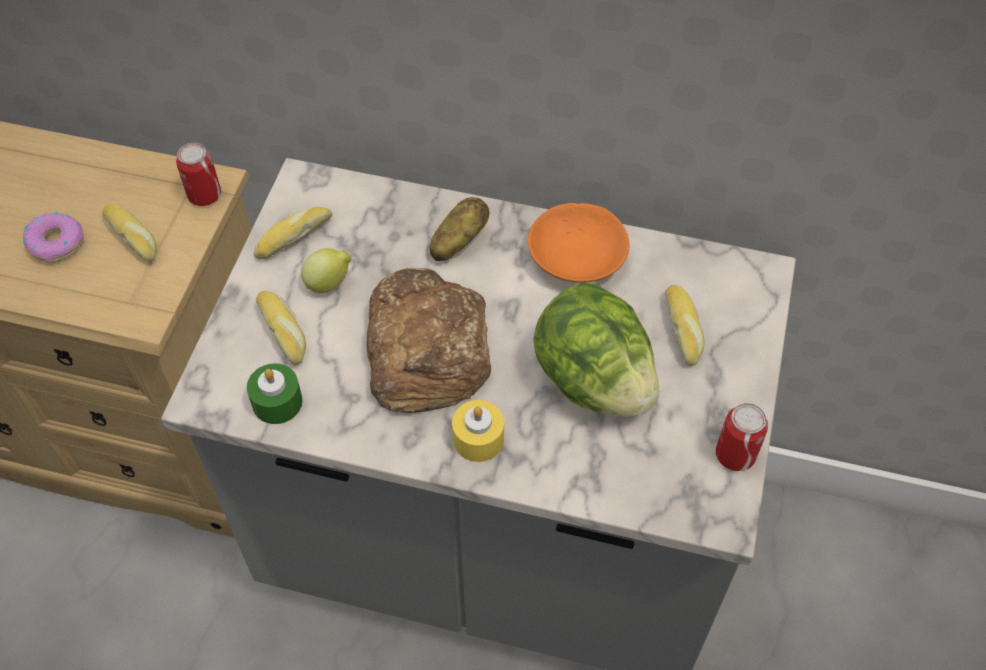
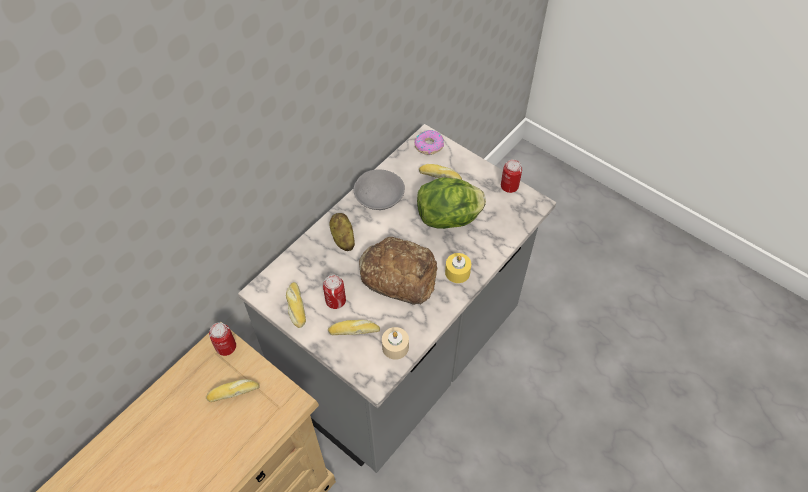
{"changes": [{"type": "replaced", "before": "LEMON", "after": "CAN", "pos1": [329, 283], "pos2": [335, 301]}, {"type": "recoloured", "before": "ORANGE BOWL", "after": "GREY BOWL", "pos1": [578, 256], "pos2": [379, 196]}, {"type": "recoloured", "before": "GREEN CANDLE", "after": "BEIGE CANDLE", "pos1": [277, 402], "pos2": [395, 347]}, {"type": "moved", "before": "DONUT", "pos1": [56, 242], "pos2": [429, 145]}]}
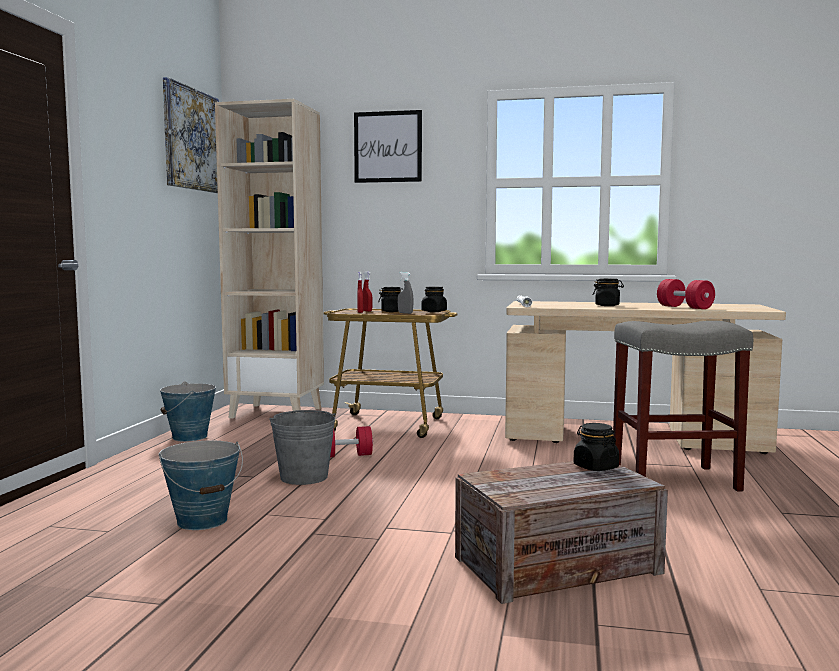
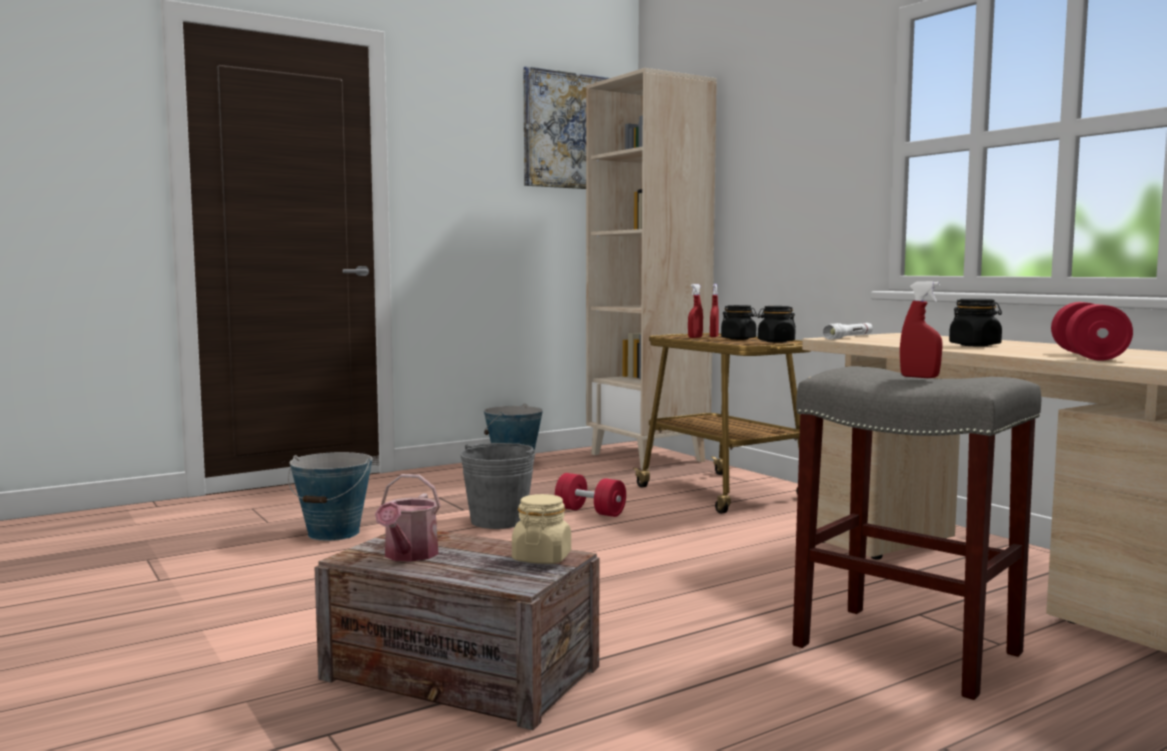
{"changes": [{"type": "added", "after": "WATERING CAN", "pos2": [408, 555]}, {"type": "recoloured", "before": "BLACK JAR", "after": "BEIGE JAR", "pos1": [595, 467], "pos2": [541, 558]}, {"type": "added", "after": "RED SPRAY BOTTLE", "pos2": [919, 377]}, {"type": "removed", "before": "PICTURE", "pos1": [388, 147]}, {"type": "removed", "before": "GREY SPRAY BOTTLE", "pos1": [405, 313]}]}
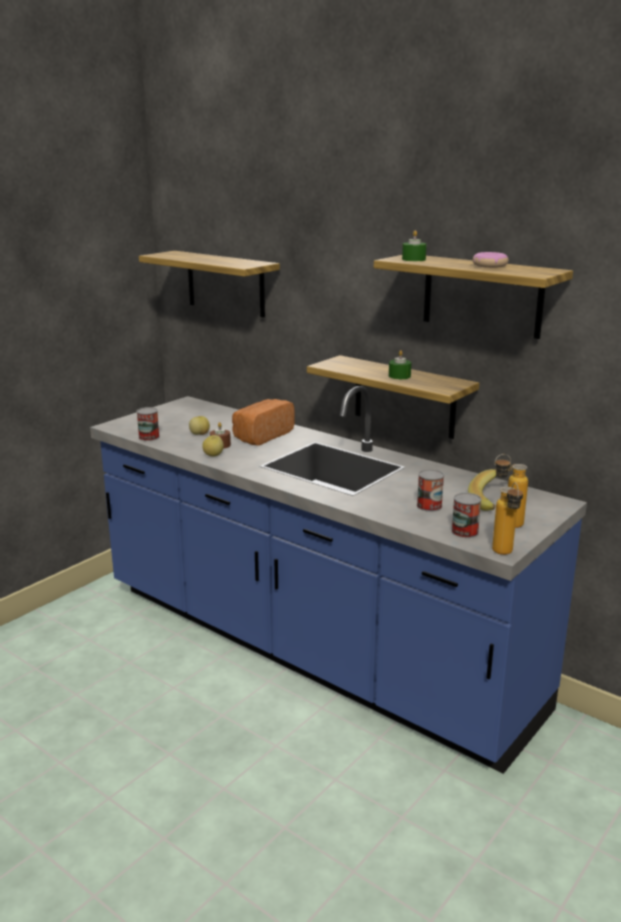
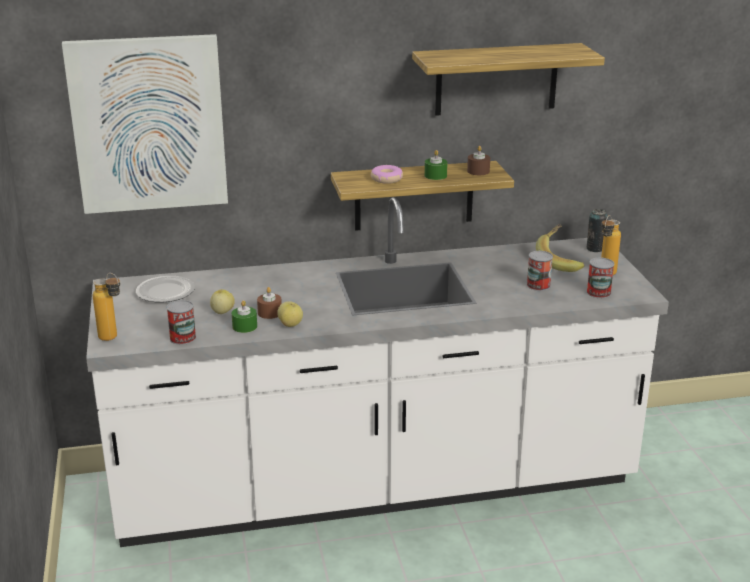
{"changes": [{"type": "replaced", "before": "SHELF", "after": "PICTURE", "pos1": [225, 283], "pos2": [148, 124]}, {"type": "recoloured", "before": "BLUE COUNTER", "after": "WHITE COUNTER", "pos1": [310, 649], "pos2": [375, 487]}, {"type": "moved", "before": "BOTTLE", "pos1": [505, 554], "pos2": [113, 339]}, {"type": "added", "after": "PLATE", "pos2": [165, 292]}, {"type": "moved", "before": "GREEN CANDLE", "pos1": [413, 259], "pos2": [244, 326]}, {"type": "moved", "before": "DONUT", "pos1": [489, 265], "pos2": [386, 179]}, {"type": "added", "after": "BROWN CANDLE", "pos2": [478, 171]}, {"type": "added", "after": "CAN", "pos2": [595, 248]}, {"type": "removed", "before": "BREAD", "pos1": [261, 436]}]}
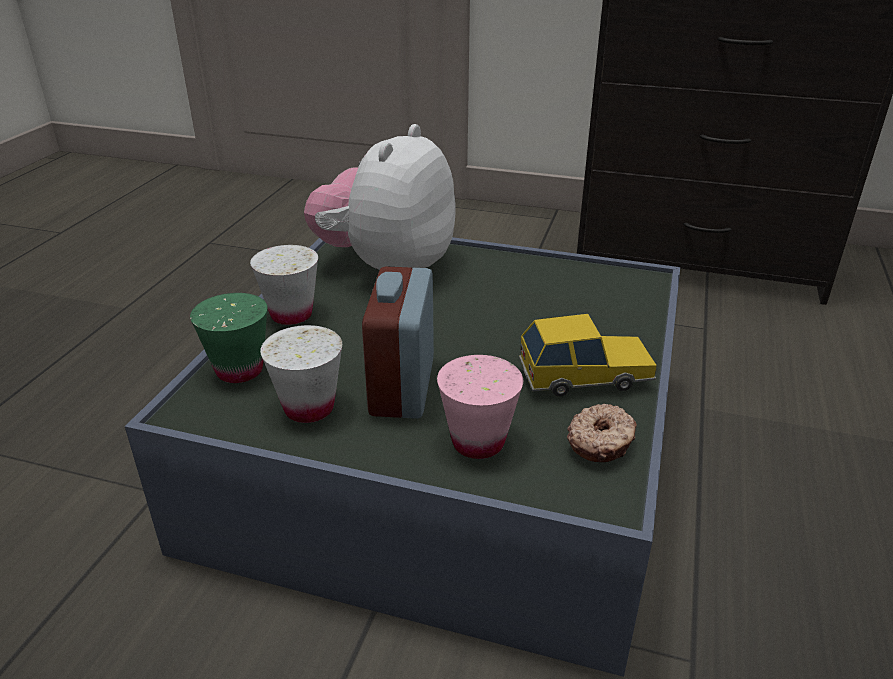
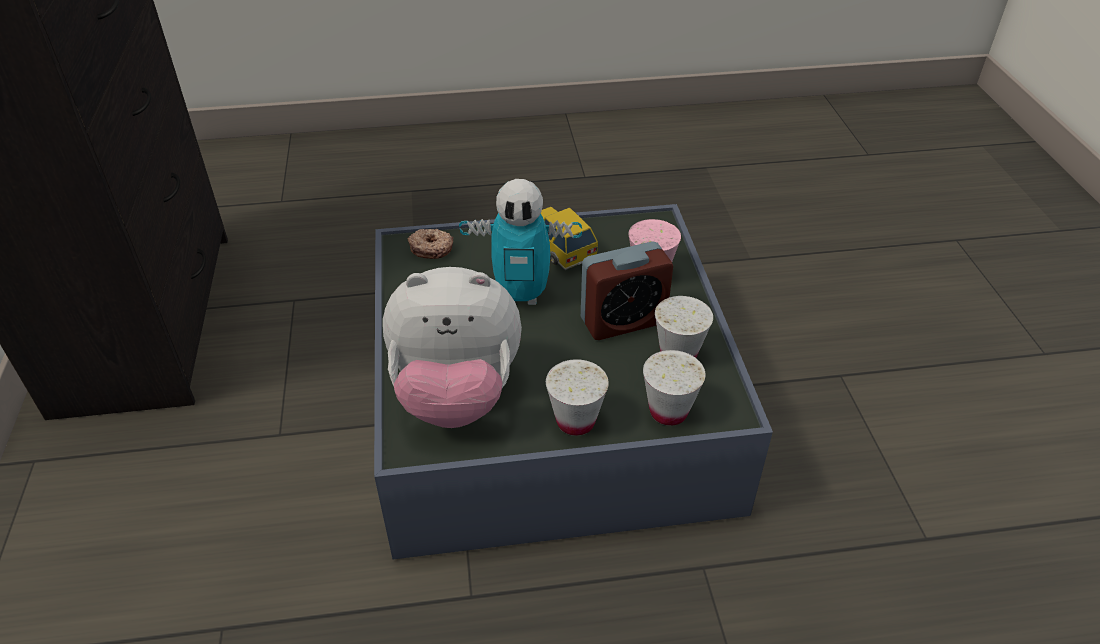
{"changes": [{"type": "moved", "before": "DONUT", "pos1": [601, 442], "pos2": [431, 248]}, {"type": "added", "after": "TOY ROBOT", "pos2": [522, 295]}, {"type": "recoloured", "before": "GREEN CUP", "after": "WHITE CUP", "pos1": [239, 370], "pos2": [668, 411]}]}
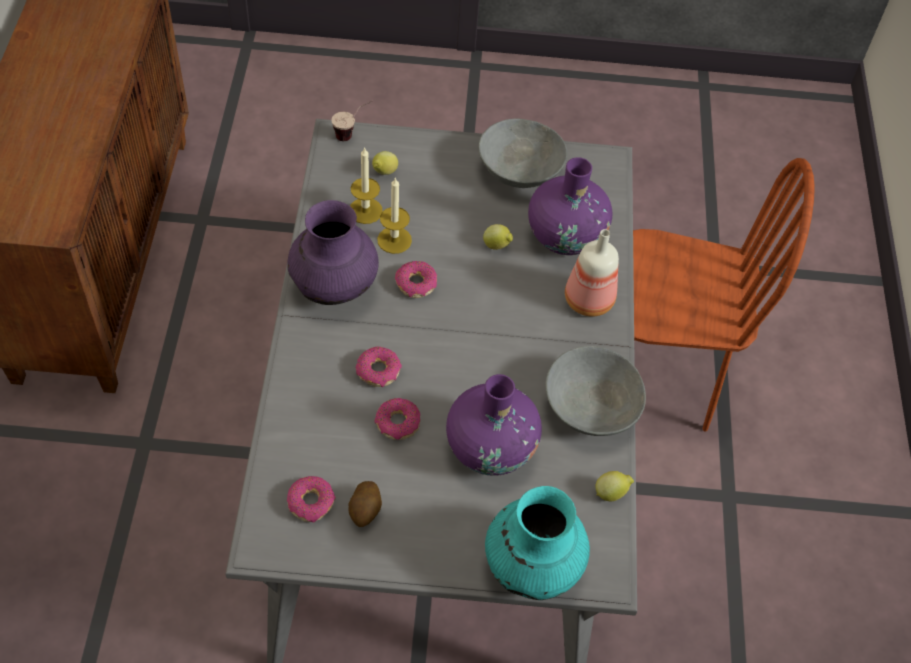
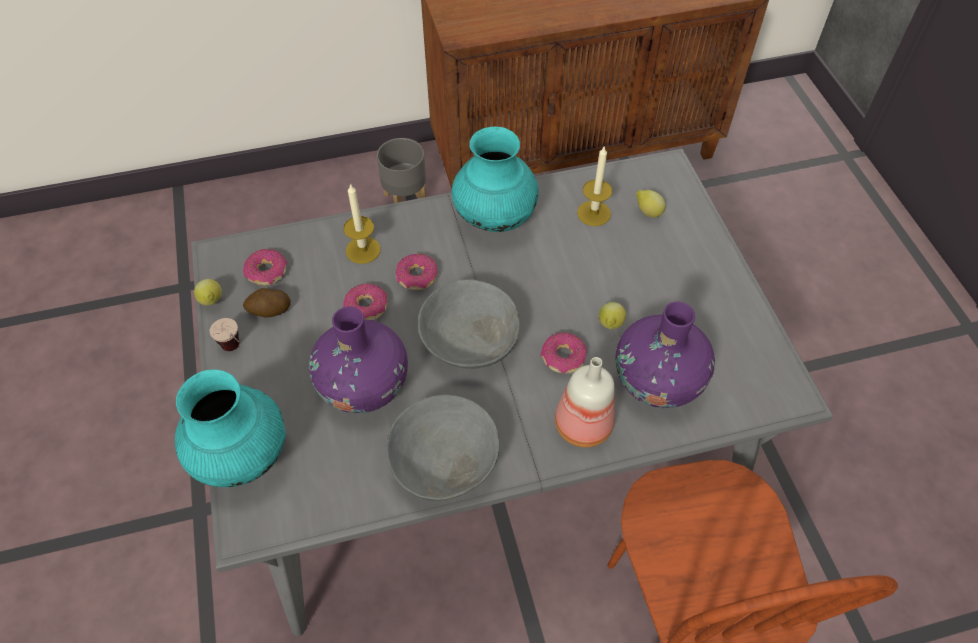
{"changes": [{"type": "moved", "before": "LEMON", "pos1": [611, 493], "pos2": [212, 302]}, {"type": "moved", "before": "CUP", "pos1": [352, 133], "pos2": [236, 351]}, {"type": "moved", "before": "CANDLE", "pos1": [394, 240], "pos2": [363, 250]}, {"type": "added", "after": "GREY PLANTER", "pos2": [406, 199]}, {"type": "moved", "before": "GREY BOWL", "pos1": [519, 171], "pos2": [468, 341]}, {"type": "recoloured", "before": "PURPLE VASE", "after": "TURQUOISE VASE", "pos1": [334, 287], "pos2": [495, 218]}, {"type": "moved", "before": "DONUT", "pos1": [416, 284], "pos2": [563, 357]}]}
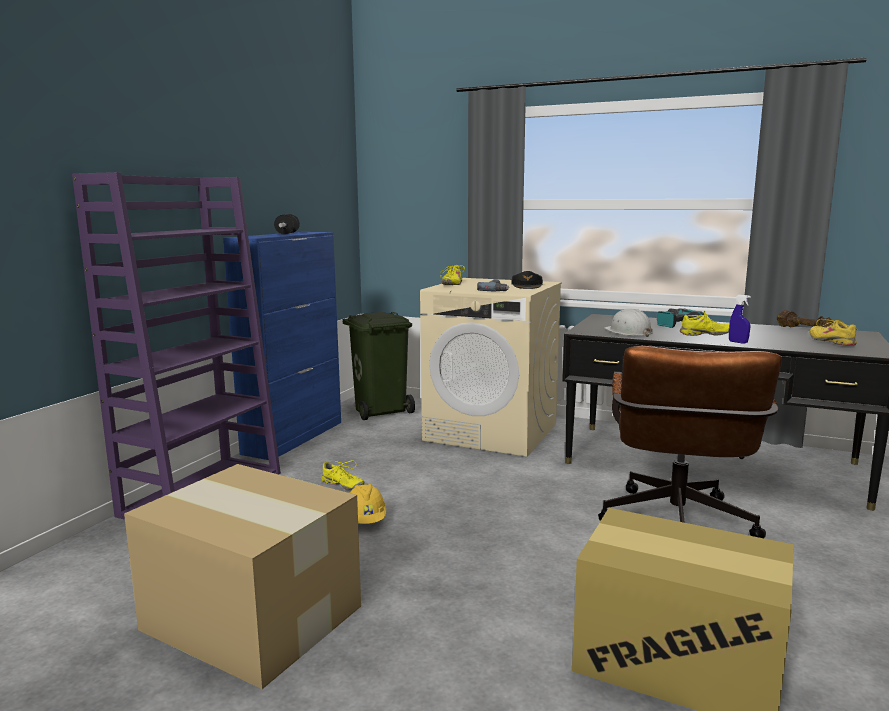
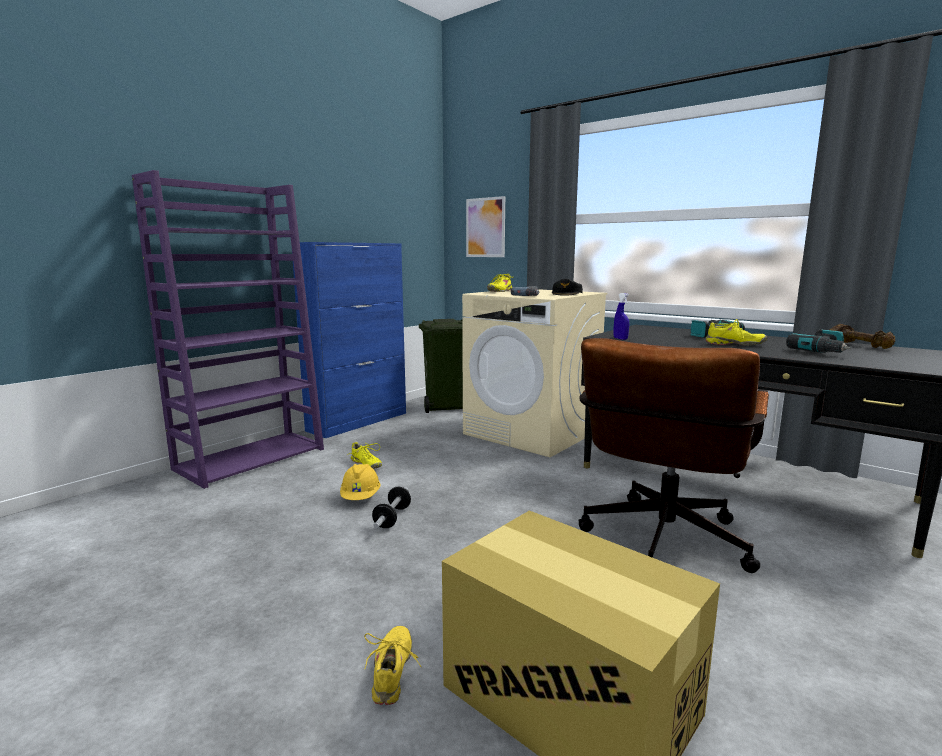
{"changes": [{"type": "moved", "before": "YELLOW SHOE", "pos1": [832, 341], "pos2": [393, 671]}, {"type": "moved", "before": "DUMBBELL", "pos1": [287, 233], "pos2": [392, 518]}, {"type": "added", "after": "PICTURE", "pos2": [485, 227]}, {"type": "moved", "before": "BLUE SPRAY BOTTLE", "pos1": [738, 342], "pos2": [620, 339]}, {"type": "added", "after": "POWER DRILL", "pos2": [823, 351]}, {"type": "removed", "before": "CARDBOARD BOX", "pos1": [251, 616]}, {"type": "removed", "before": "WHITE HARD HAT", "pos1": [628, 332]}]}
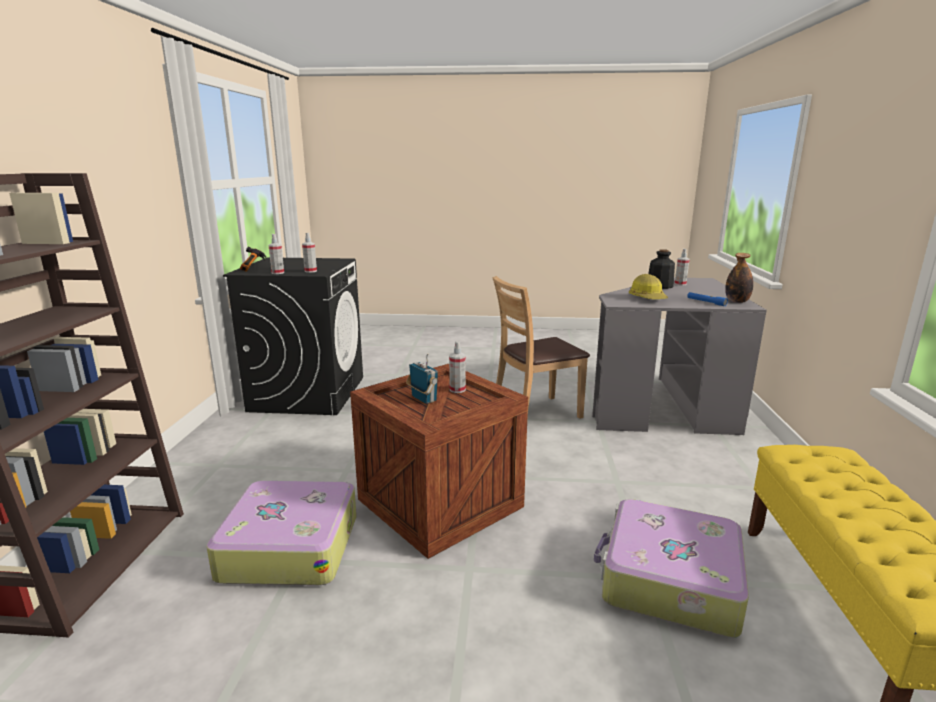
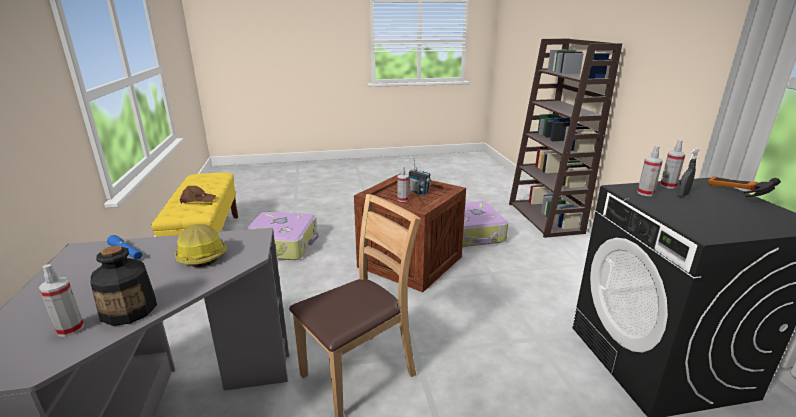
{"changes": [{"type": "added", "after": "BROWN CAP", "pos2": [197, 200]}, {"type": "added", "after": "GREY SPRAY BOTTLE", "pos2": [682, 195]}, {"type": "removed", "before": "BOTTLE", "pos1": [737, 301]}]}
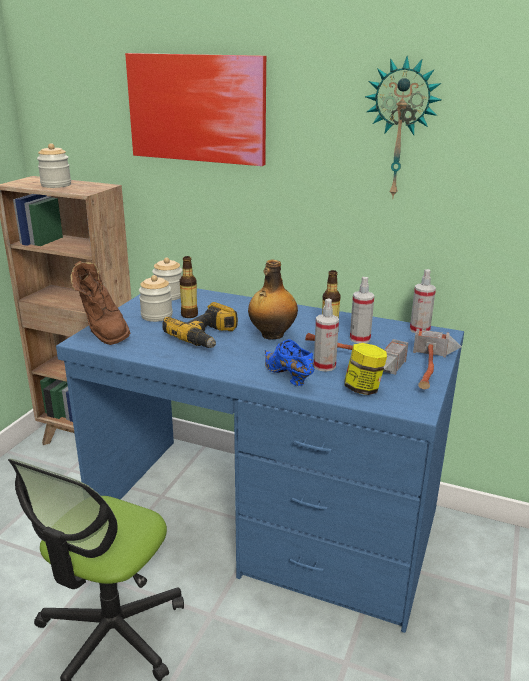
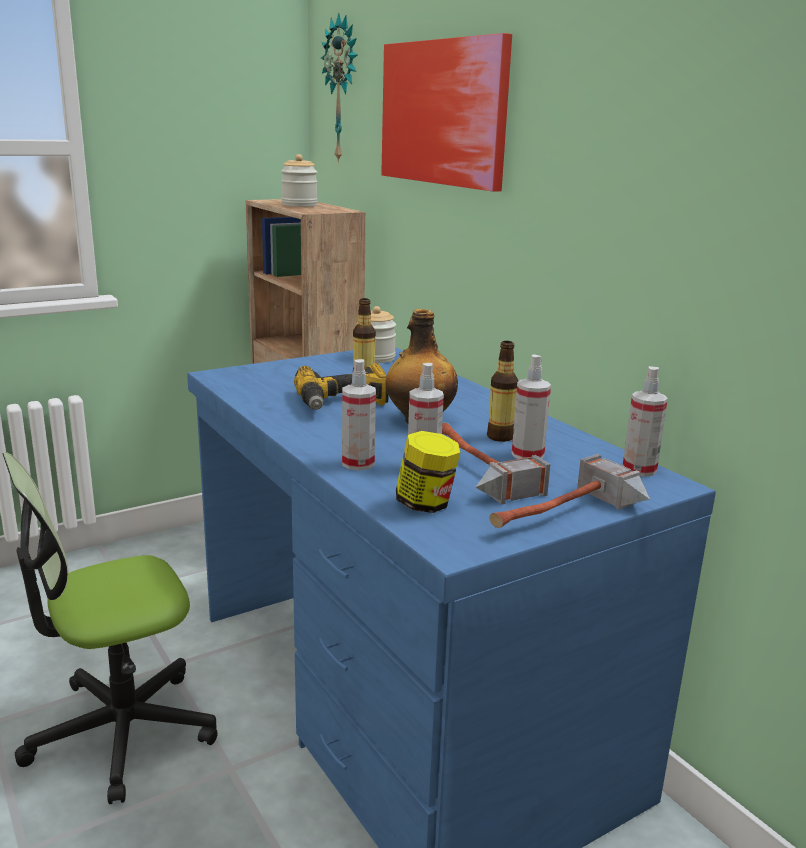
{"changes": [{"type": "moved", "before": "WALL CLOCK", "pos1": [400, 130], "pos2": [343, 90]}, {"type": "replaced", "before": "BLUE SHOE", "after": "SPRAY BOTTLE", "pos1": [287, 376], "pos2": [358, 463]}, {"type": "removed", "before": "BROWN BOOT", "pos1": [103, 331]}, {"type": "removed", "before": "JAR", "pos1": [156, 316]}]}
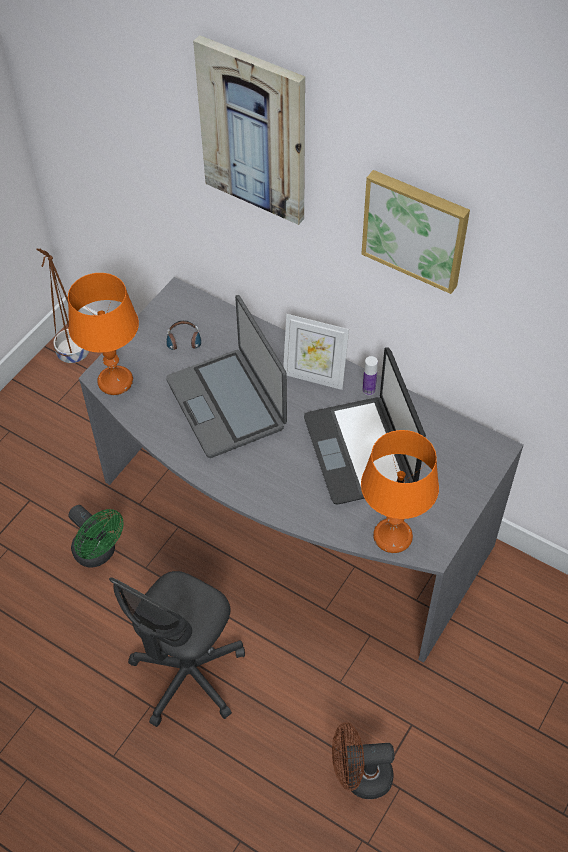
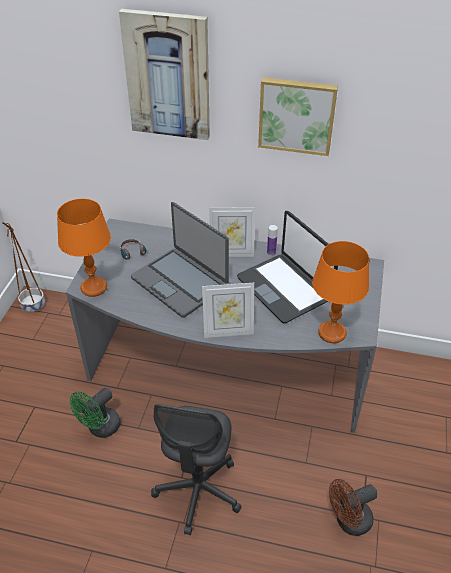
{"changes": [{"type": "turned", "before": "GREEN FAN", "pos1": [99, 554], "pos2": [100, 428], "turn": 105}, {"type": "added", "after": "PICTURE FRAME", "pos2": [228, 332]}]}
